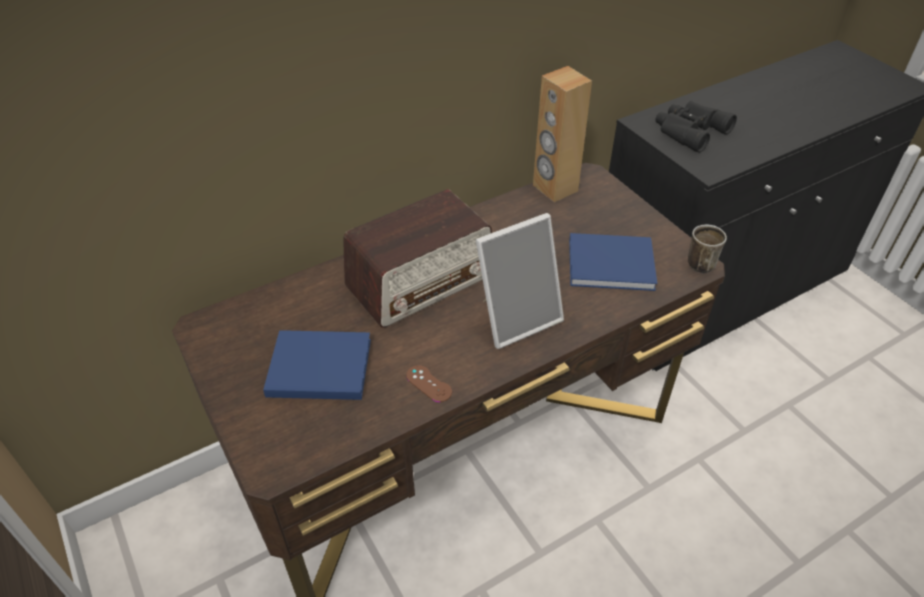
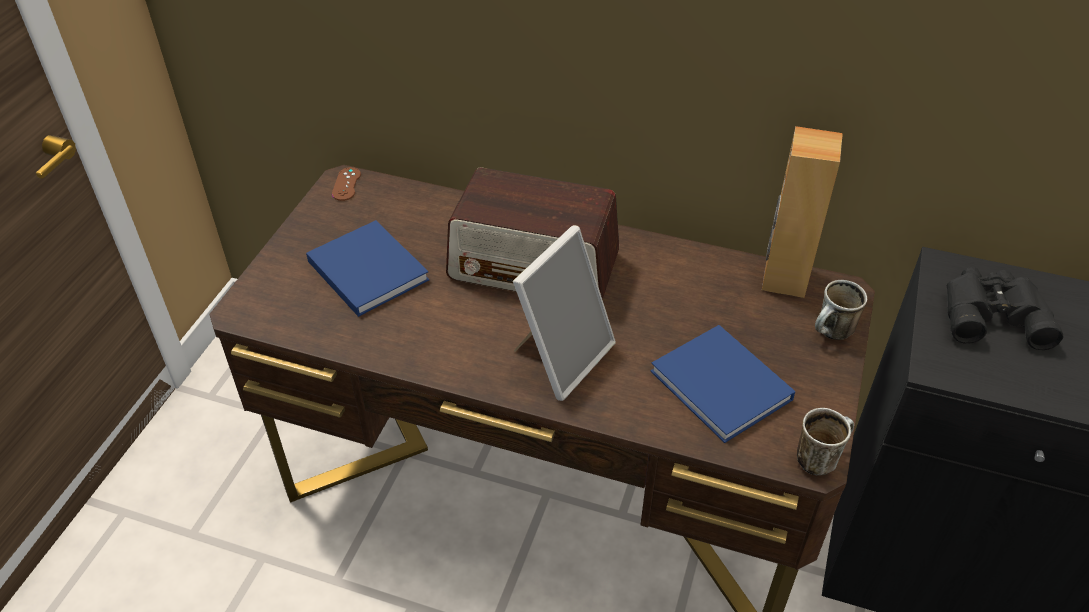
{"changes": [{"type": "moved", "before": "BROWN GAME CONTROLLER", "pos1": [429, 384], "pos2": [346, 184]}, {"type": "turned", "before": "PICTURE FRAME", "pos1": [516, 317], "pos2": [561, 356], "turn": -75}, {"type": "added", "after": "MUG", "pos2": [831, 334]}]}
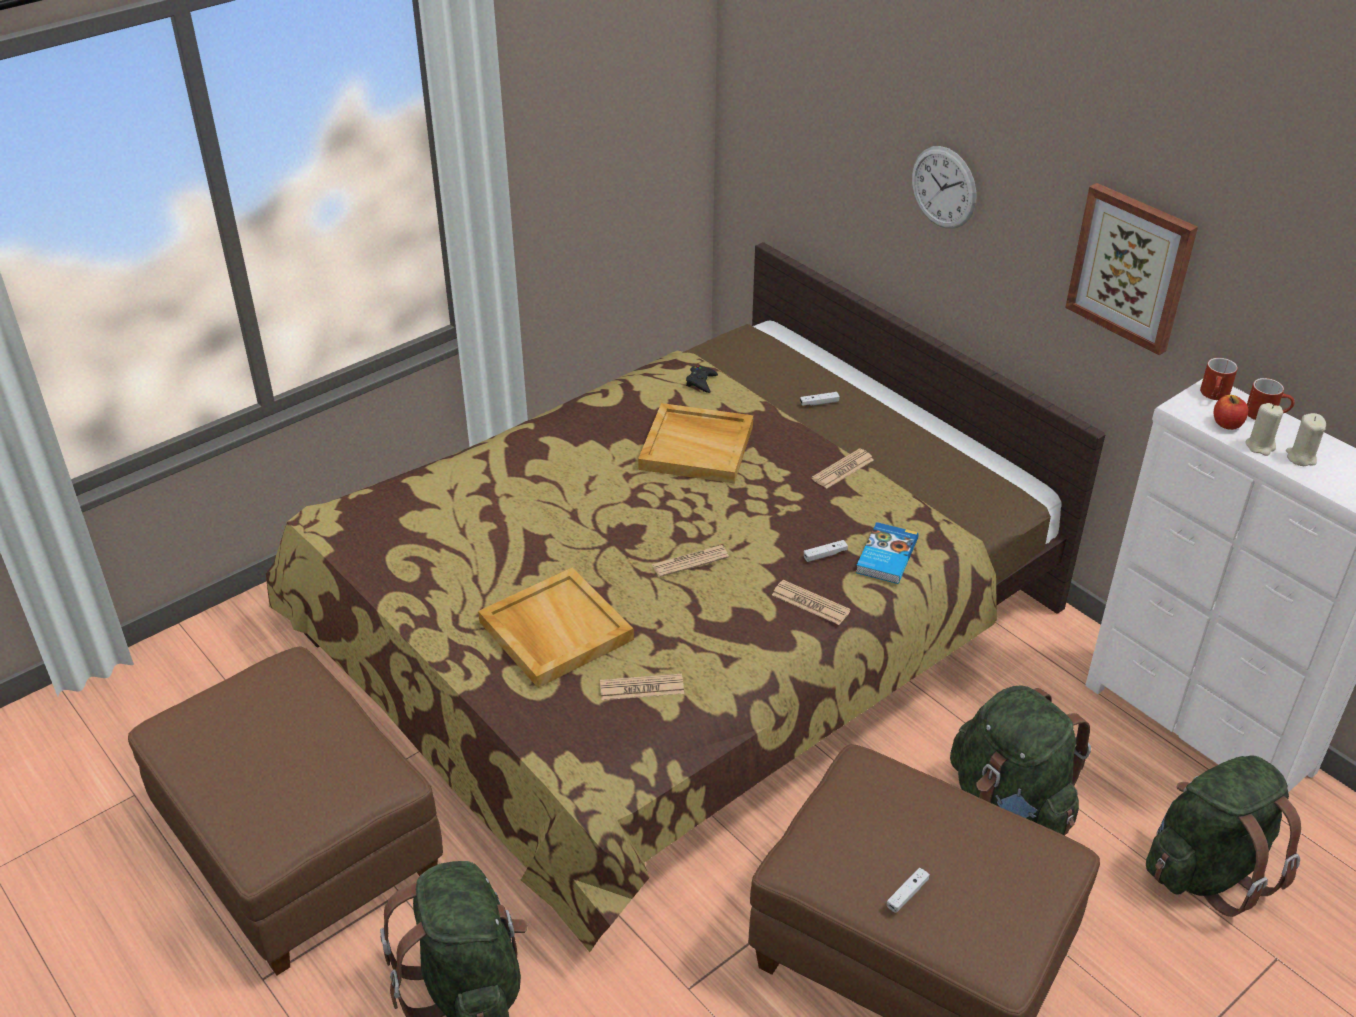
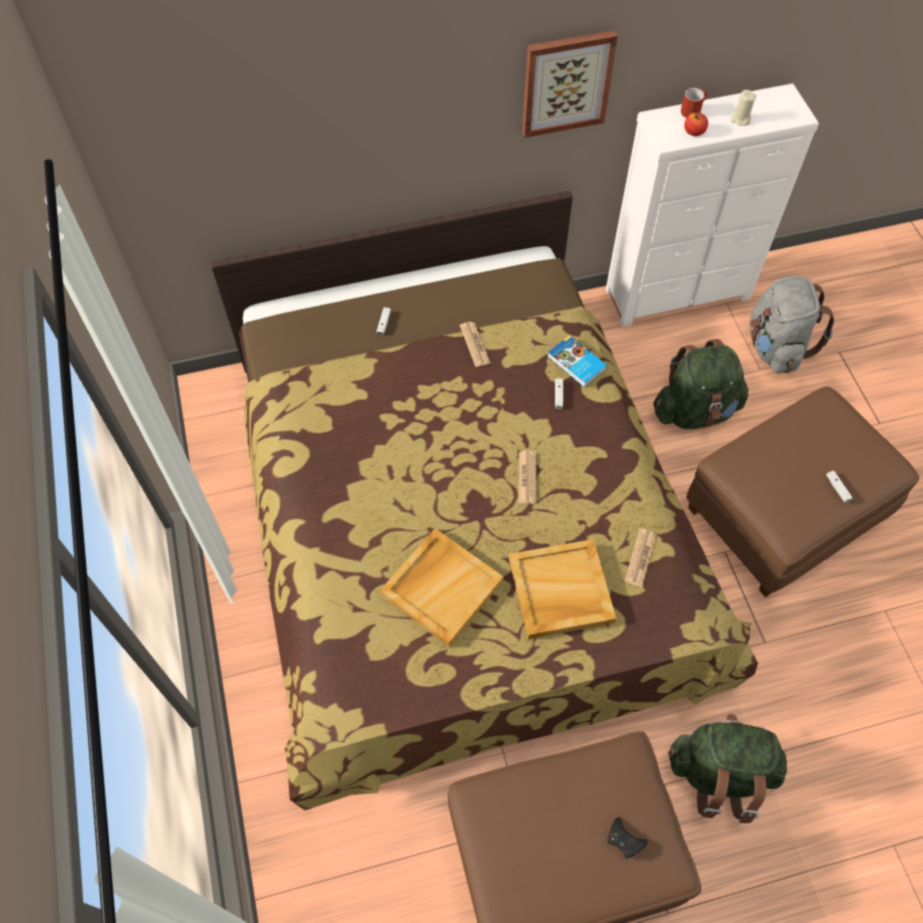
{"changes": [{"type": "moved", "before": "BEIGE TRAY", "pos1": [697, 447], "pos2": [441, 587]}, {"type": "moved", "before": "BLACK GAME CONTROLLER", "pos1": [701, 382], "pos2": [624, 840]}, {"type": "recoloured", "before": "GREEN BACKPACK", "after": "GREY BACKPACK", "pos1": [1208, 869], "pos2": [775, 347]}, {"type": "removed", "before": "NEWSPAPER", "pos1": [810, 603]}, {"type": "removed", "before": "WALL CLOCK", "pos1": [943, 187]}, {"type": "removed", "before": "RED MUG", "pos1": [1215, 395]}, {"type": "removed", "before": "BEIGE CANDLE", "pos1": [1260, 446]}]}
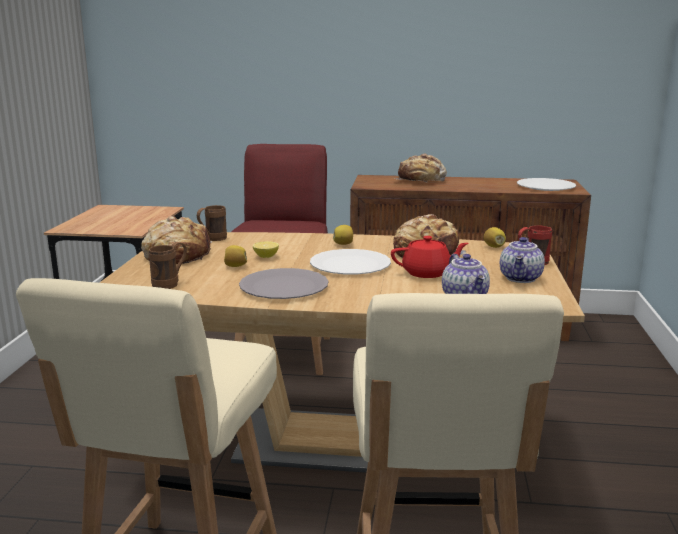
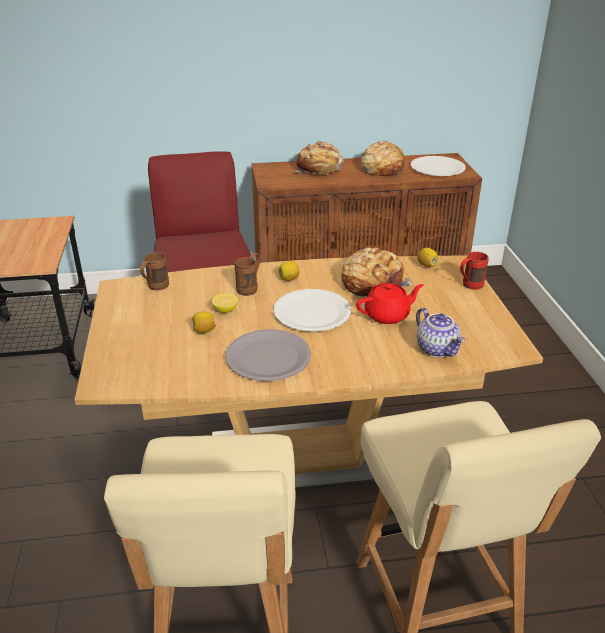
{"changes": [{"type": "moved", "before": "BROWN MUG", "pos1": [170, 284], "pos2": [250, 288]}, {"type": "moved", "before": "BREAD", "pos1": [177, 255], "pos2": [381, 168]}, {"type": "removed", "before": "TEAPOT", "pos1": [521, 278]}]}
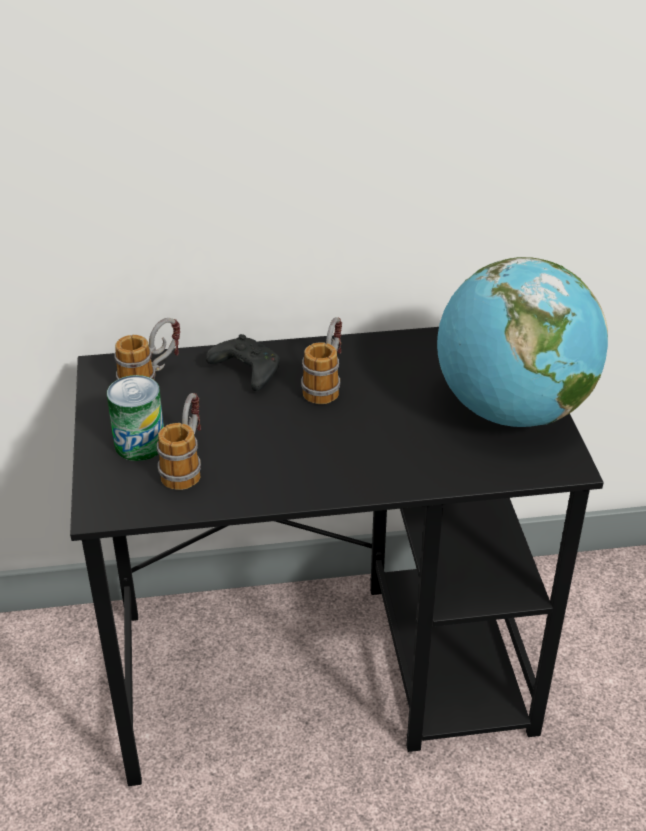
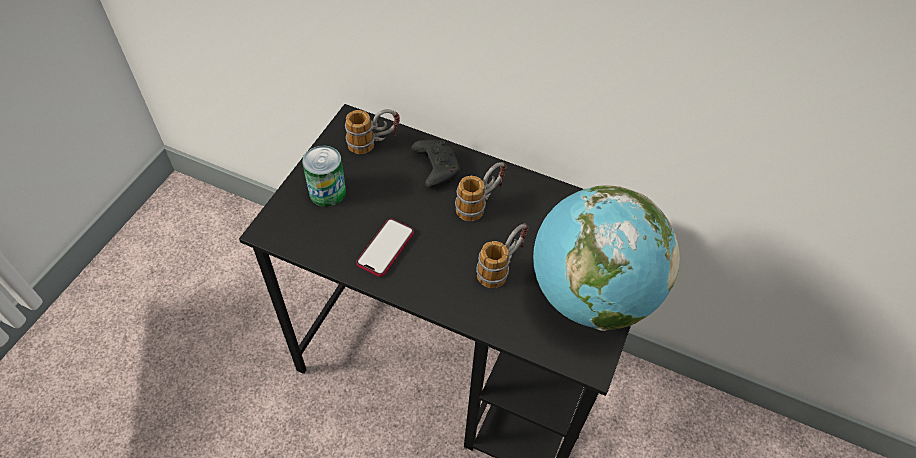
{"changes": [{"type": "added", "after": "PHONE", "pos2": [385, 248]}, {"type": "moved", "before": "MUG", "pos1": [186, 464], "pos2": [502, 267]}]}
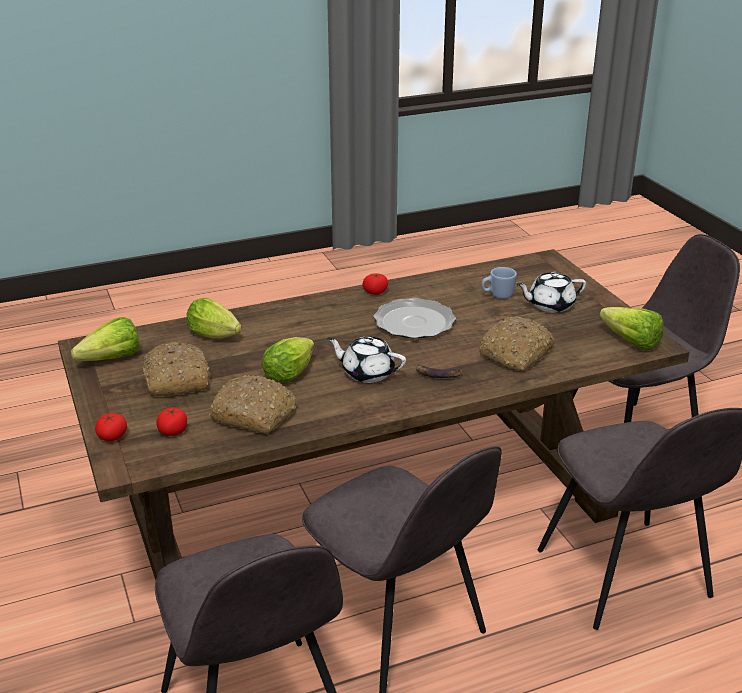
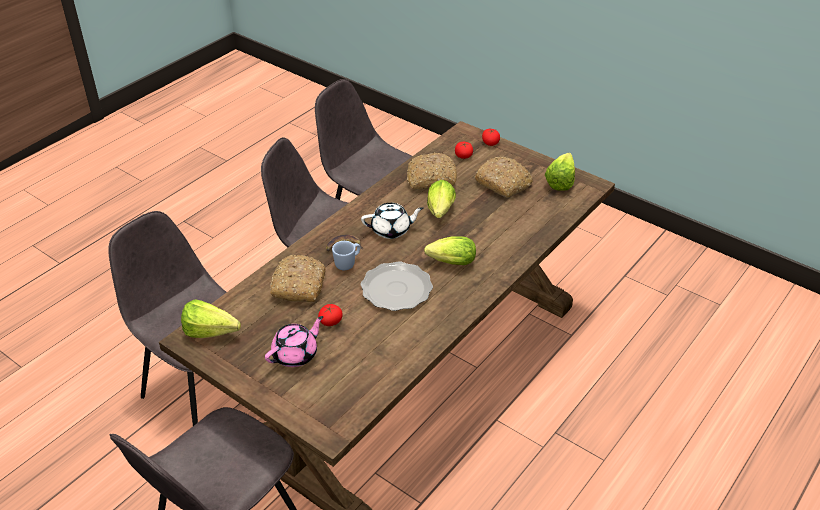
{"changes": [{"type": "recoloured", "before": "WHITE TEAPOT", "after": "PINK TEAPOT", "pos1": [550, 305], "pos2": [296, 354]}, {"type": "moved", "before": "TOMATO", "pos1": [375, 292], "pos2": [330, 321]}, {"type": "moved", "before": "BLUE MUG", "pos1": [497, 296], "pos2": [348, 263]}, {"type": "moved", "before": "LETTUCE", "pos1": [217, 336], "pos2": [449, 262]}]}
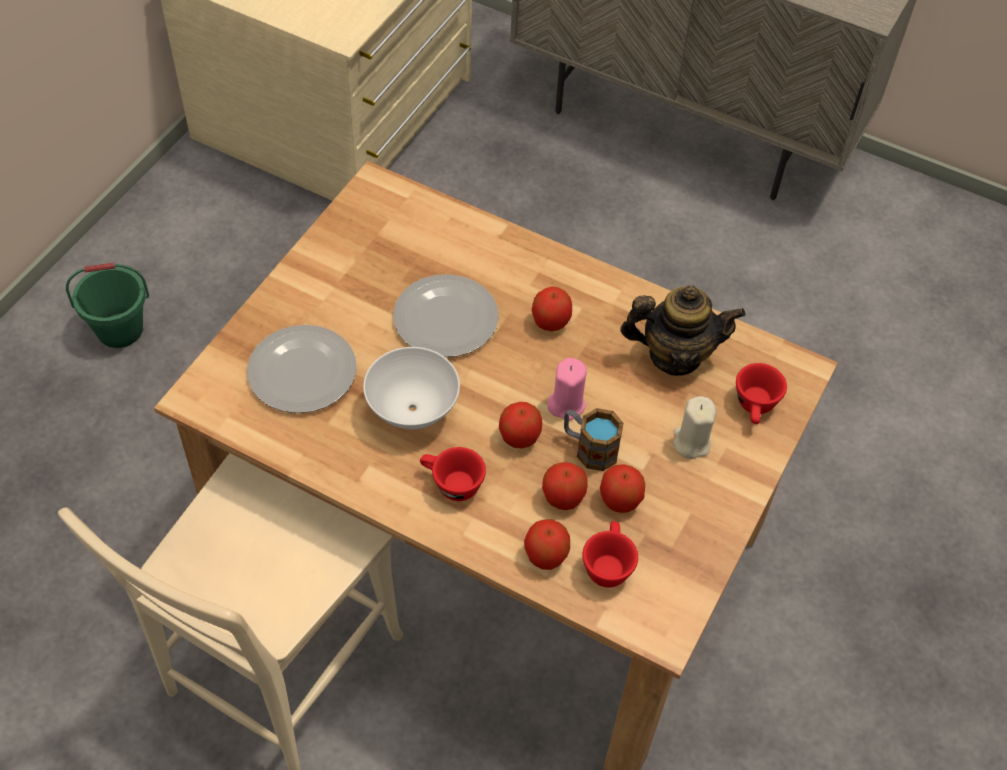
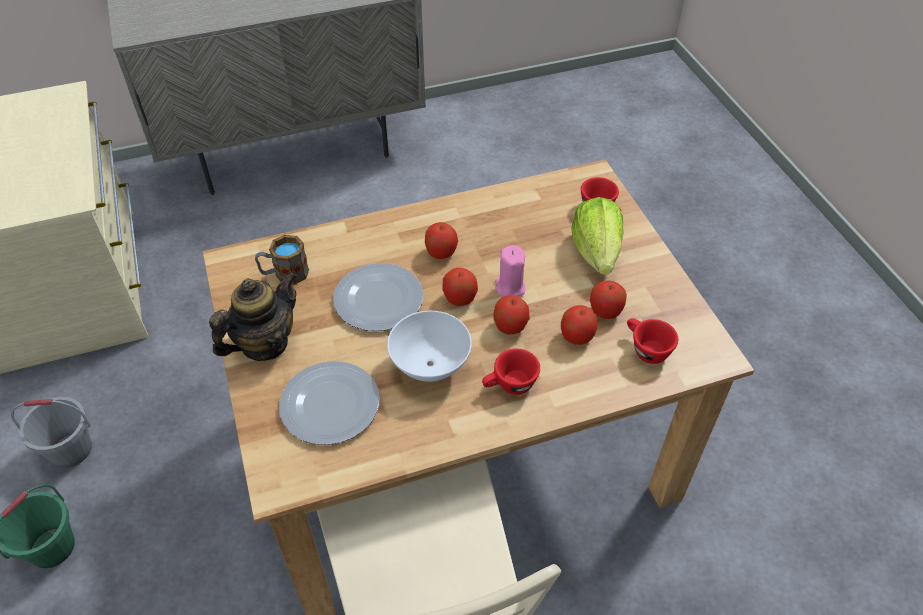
{"changes": [{"type": "added", "after": "GREY BUCKET", "pos2": [71, 449]}, {"type": "moved", "before": "TEAPOT", "pos1": [675, 355], "pos2": [264, 344]}, {"type": "moved", "before": "MUG", "pos1": [589, 448], "pos2": [284, 274]}, {"type": "moved", "before": "APPLE", "pos1": [546, 556], "pos2": [459, 298]}, {"type": "replaced", "before": "BEIGE CANDLE", "after": "LETTUCE", "pos1": [691, 442], "pos2": [596, 252]}]}
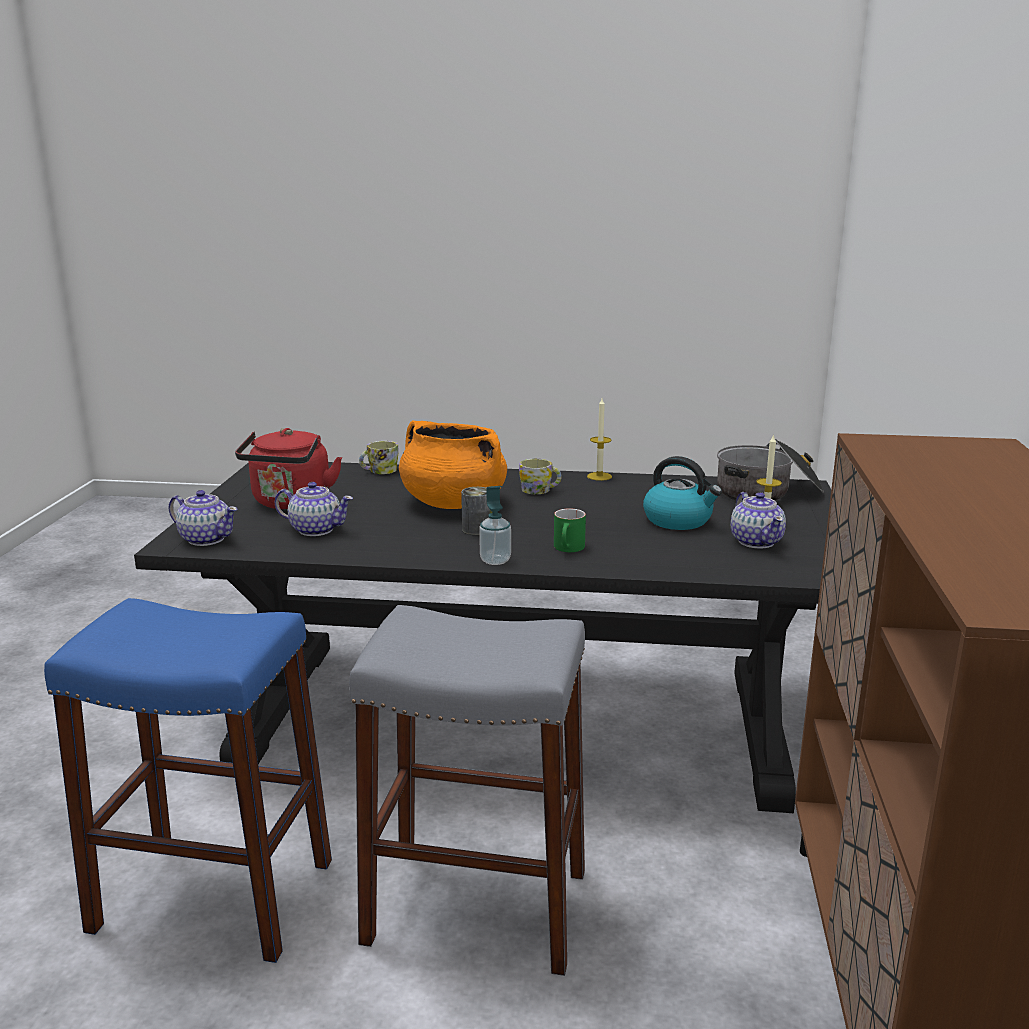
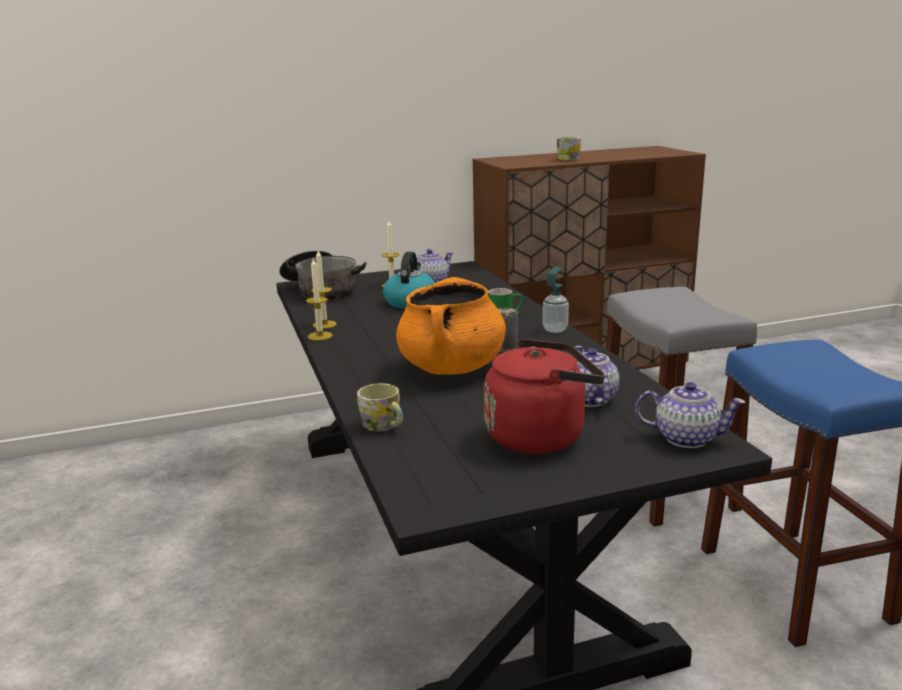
{"changes": [{"type": "added", "after": "CANDLE", "pos2": [324, 324]}, {"type": "moved", "before": "MUG", "pos1": [540, 490], "pos2": [566, 159]}, {"type": "turned", "before": "TEAPOT", "pos1": [206, 539], "pos2": [685, 438], "turn": 105}]}
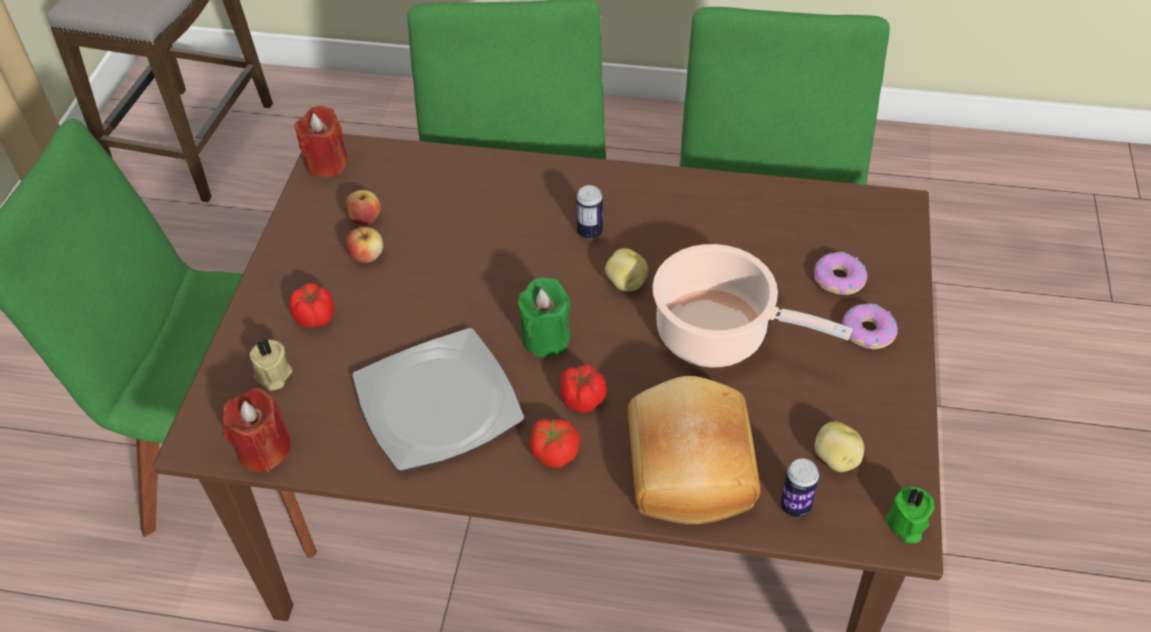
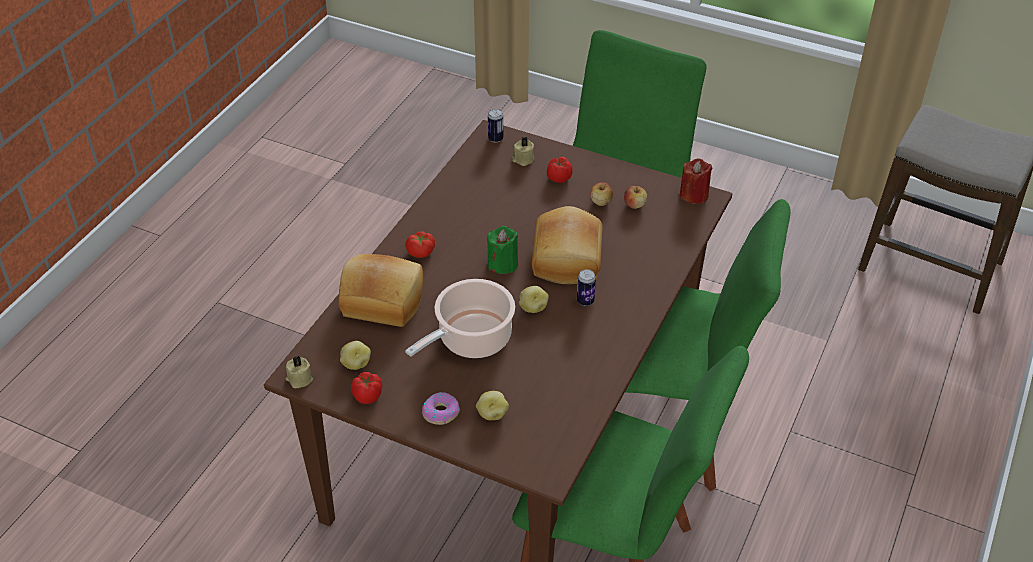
{"changes": [{"type": "recoloured", "before": "GREEN CANDLE", "after": "BEIGE CANDLE", "pos1": [906, 524], "pos2": [299, 379]}, {"type": "moved", "before": "TOMATO", "pos1": [582, 399], "pos2": [368, 395]}, {"type": "replaced", "before": "DONUT", "after": "POTATO", "pos1": [838, 279], "pos2": [492, 413]}, {"type": "moved", "before": "CAN", "pos1": [795, 506], "pos2": [495, 139]}, {"type": "added", "after": "BREAD", "pos2": [569, 259]}, {"type": "removed", "before": "RED CANDLE", "pos1": [264, 450]}, {"type": "removed", "before": "PLATE", "pos1": [440, 404]}]}
